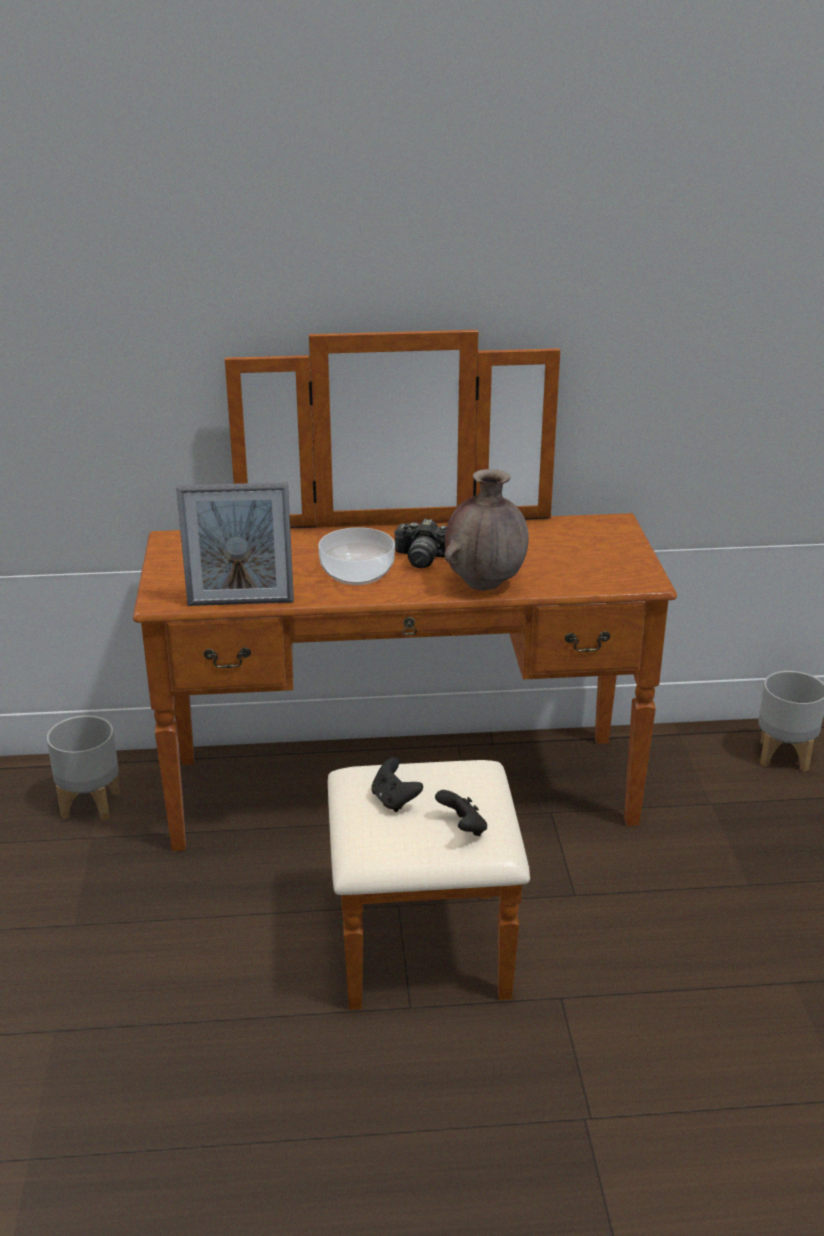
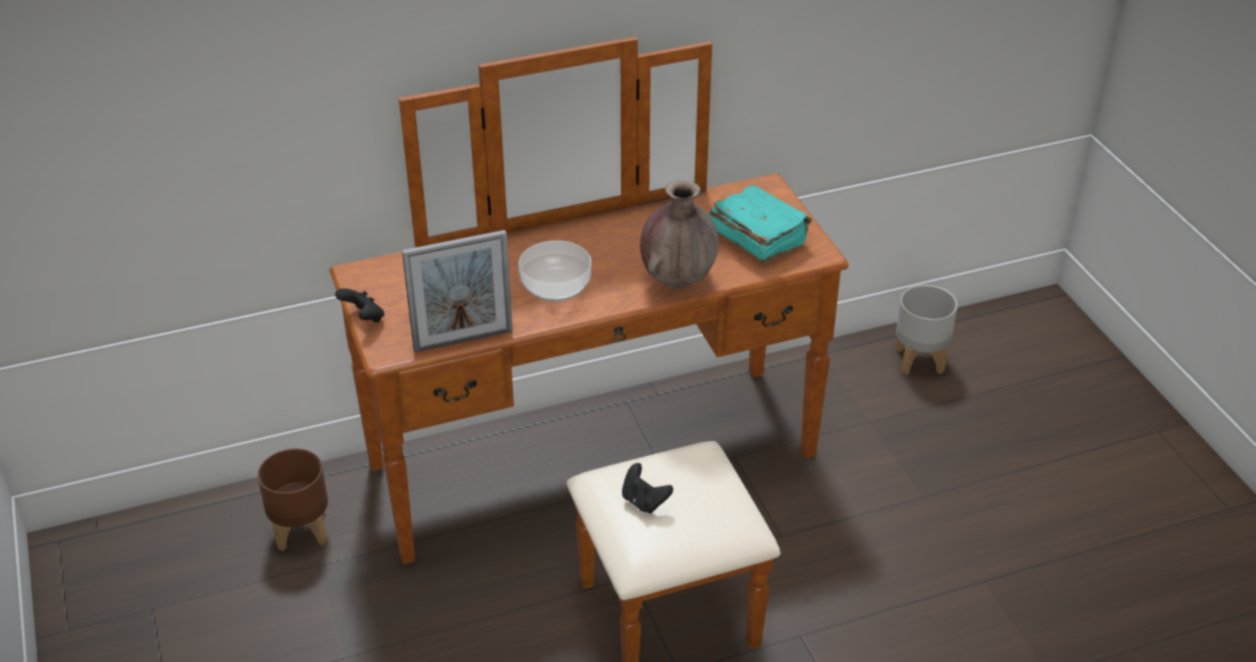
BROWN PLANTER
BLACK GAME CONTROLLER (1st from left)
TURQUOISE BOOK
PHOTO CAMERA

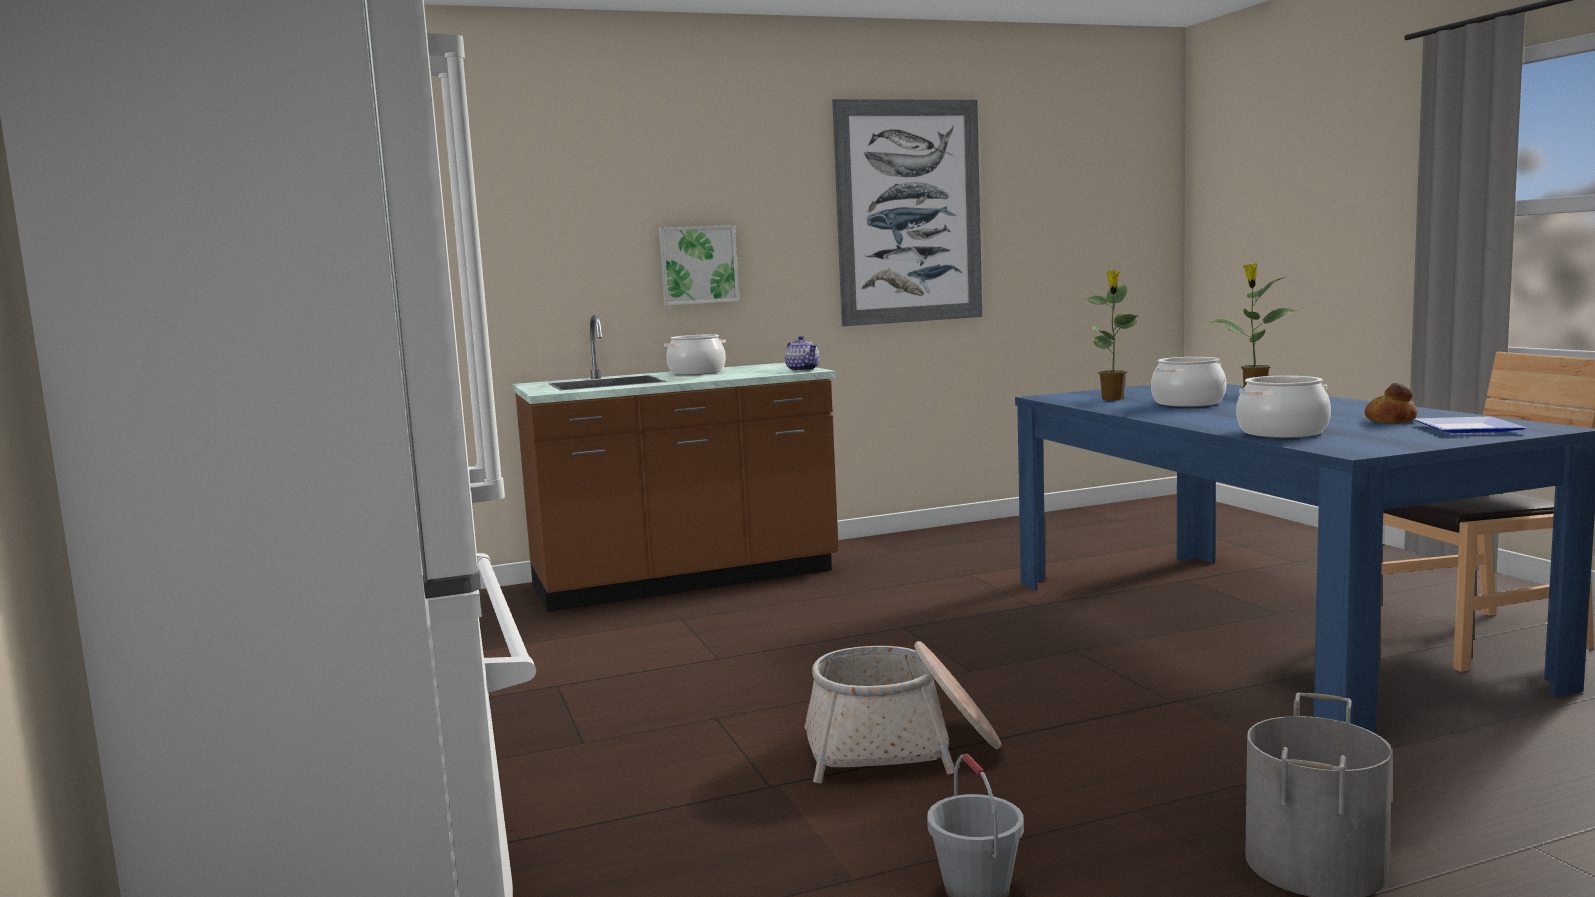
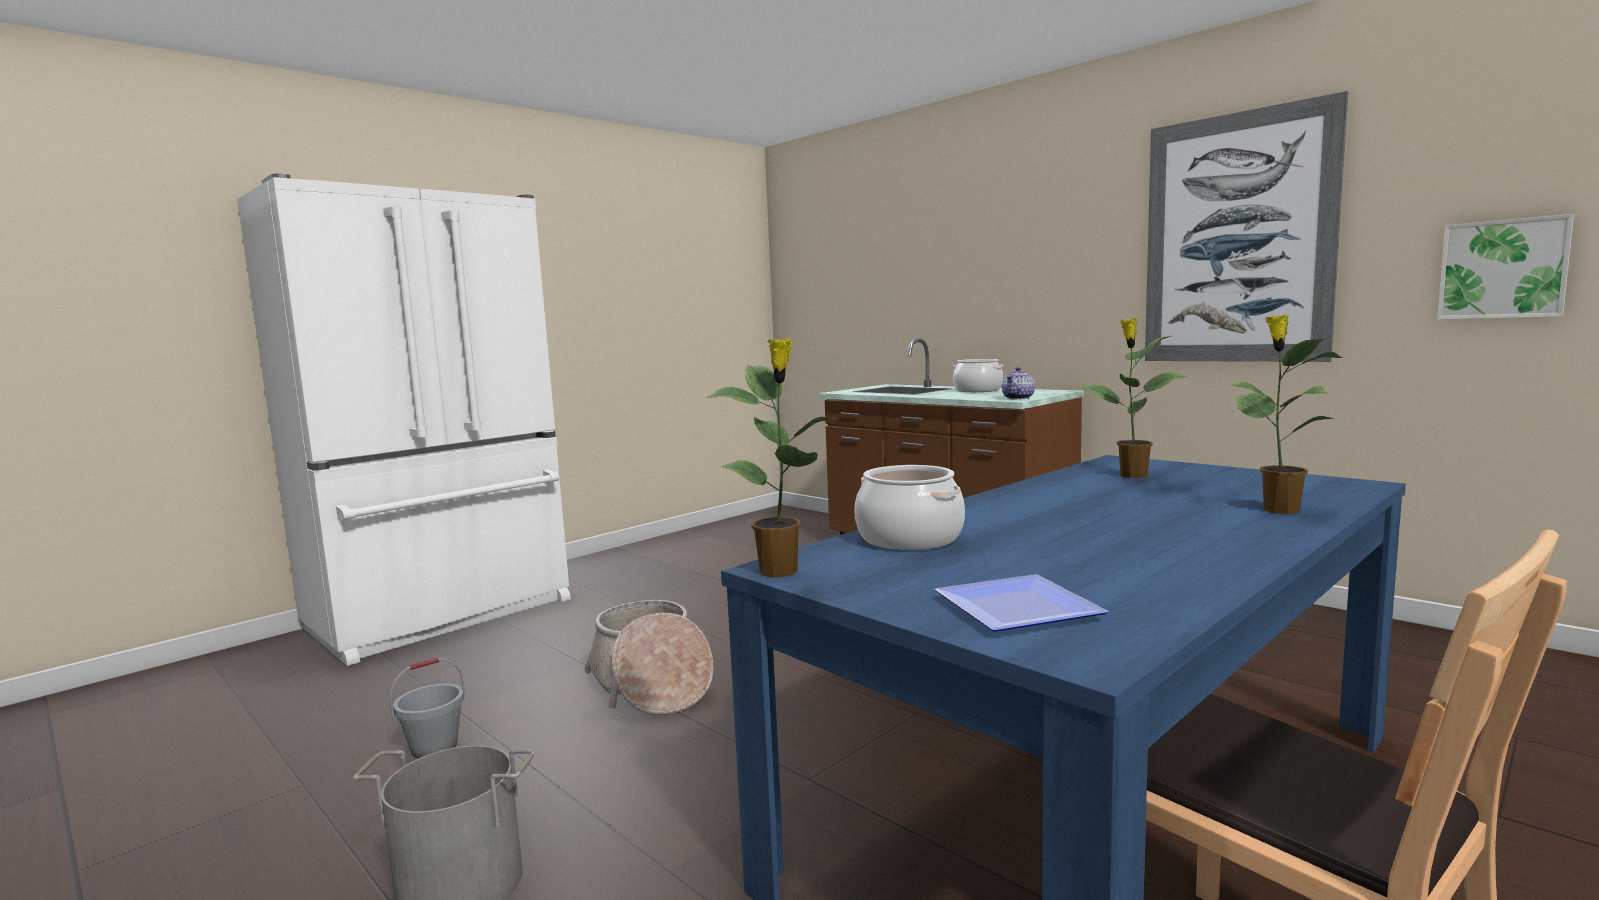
POTTED PLANT (1st from left)
PICTURE (2nd from left)
COOKING POT (2nd from left in the first image)
BREAD

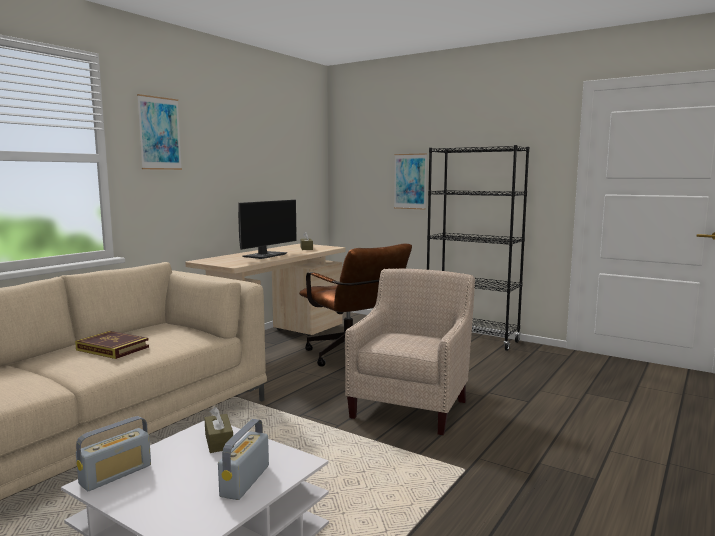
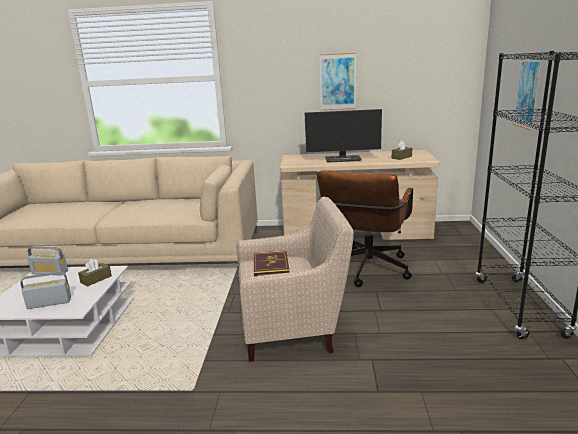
BOOK
PICTURE (1st from left)

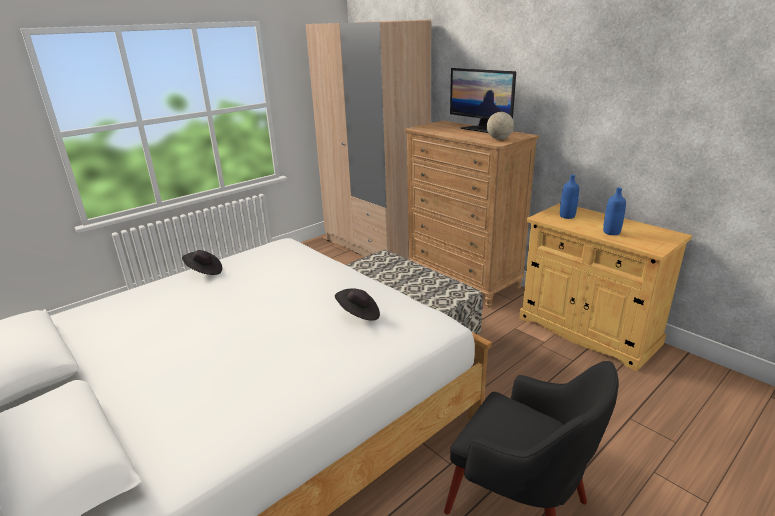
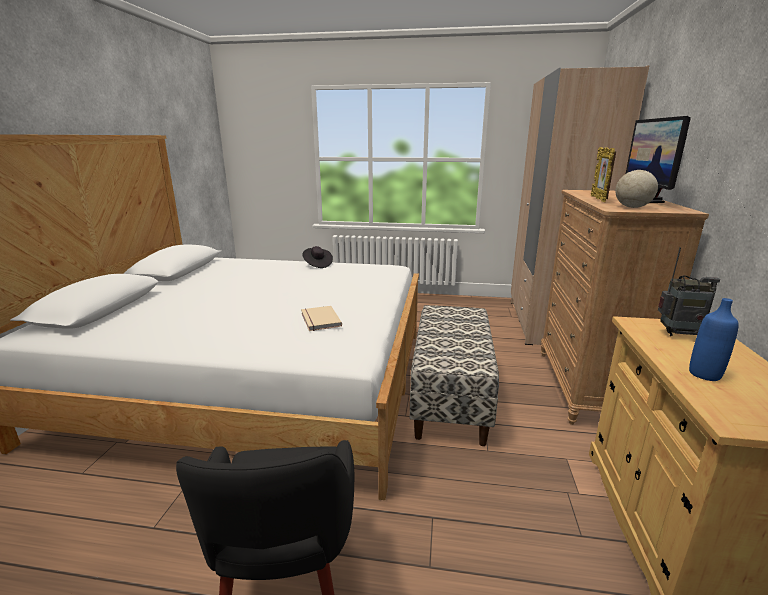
BEIGE BOOK
PICTURE FRAME
RADIO

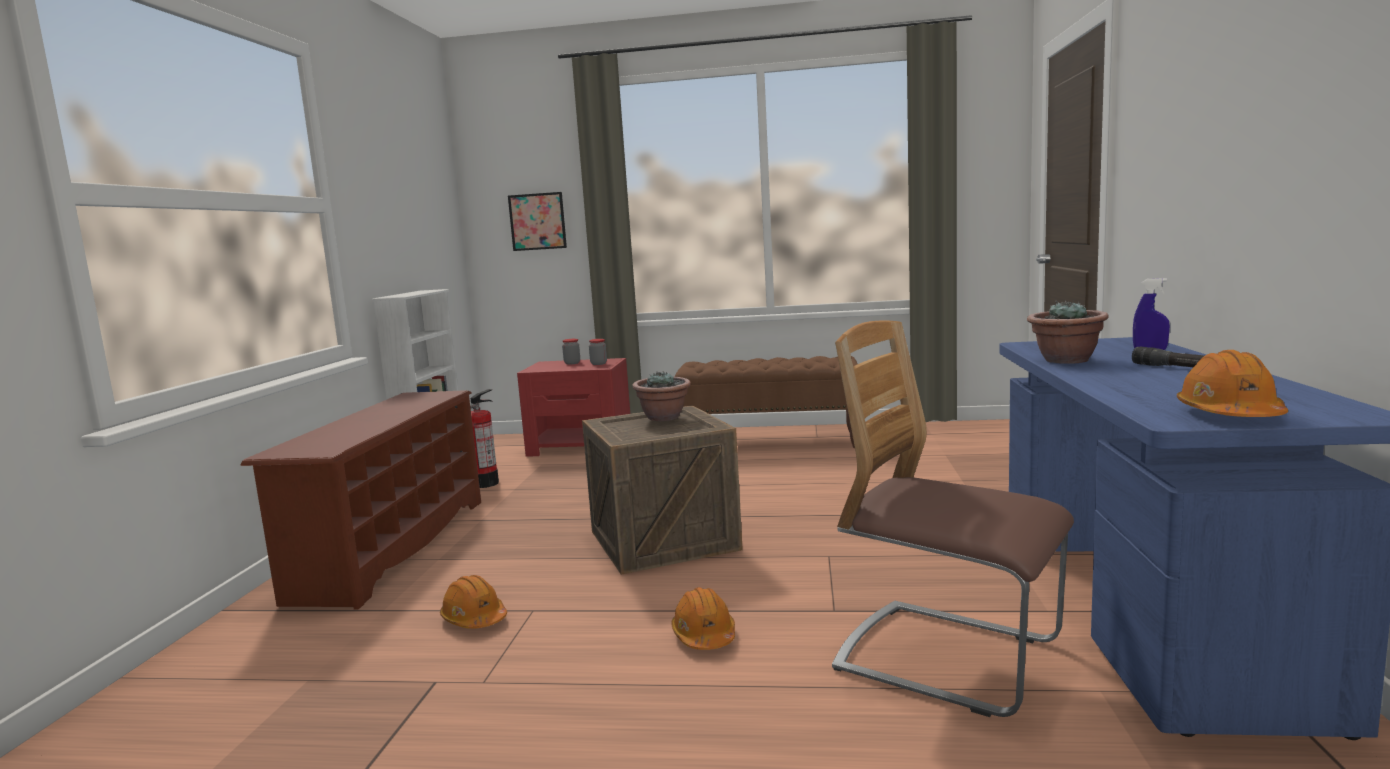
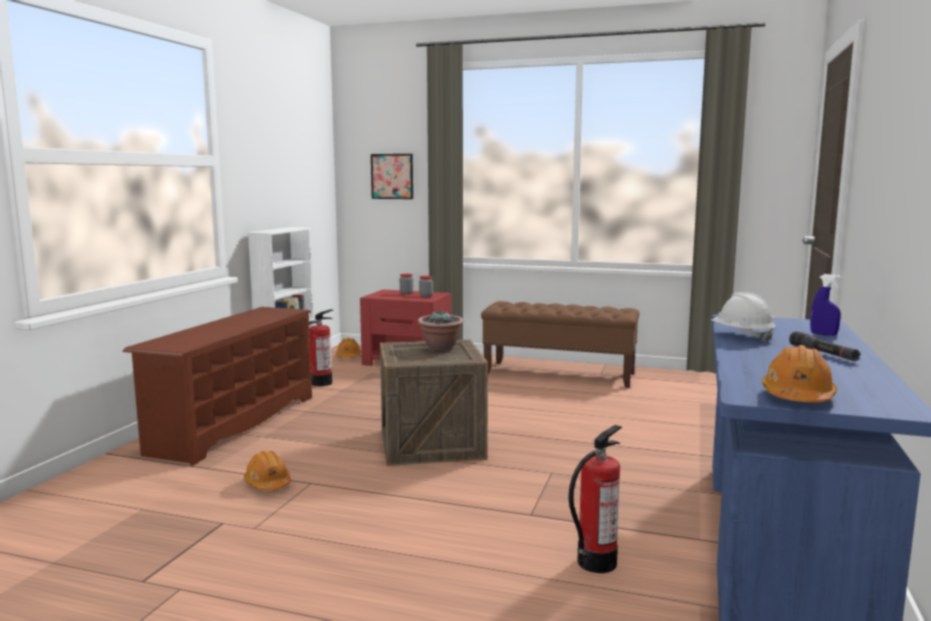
ORANGE HARD HAT (2nd from left)
FIRE EXTINGUISHER (2nd from left)
WHITE HARD HAT

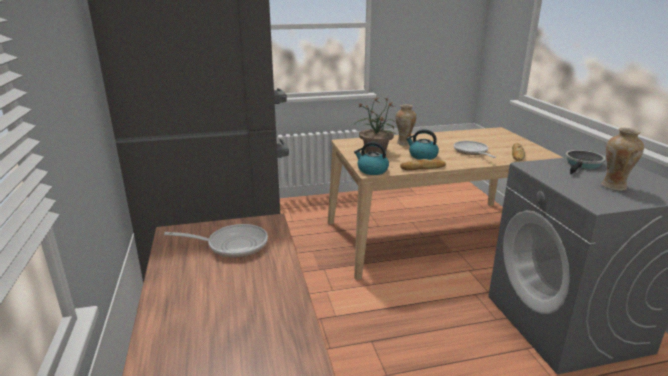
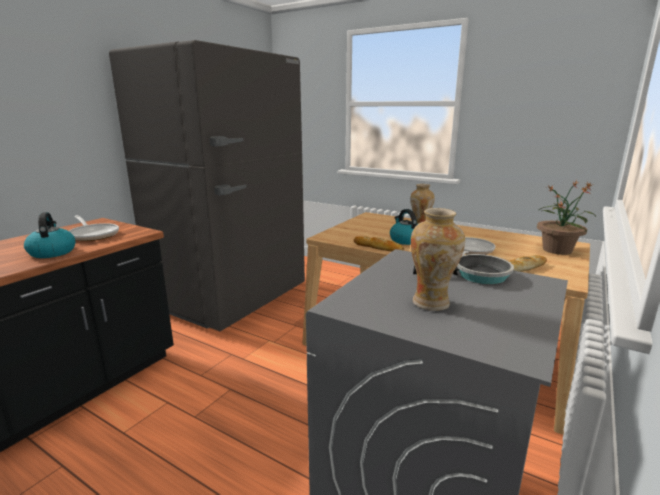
KETTLE (1st from left)
POTTED PLANT

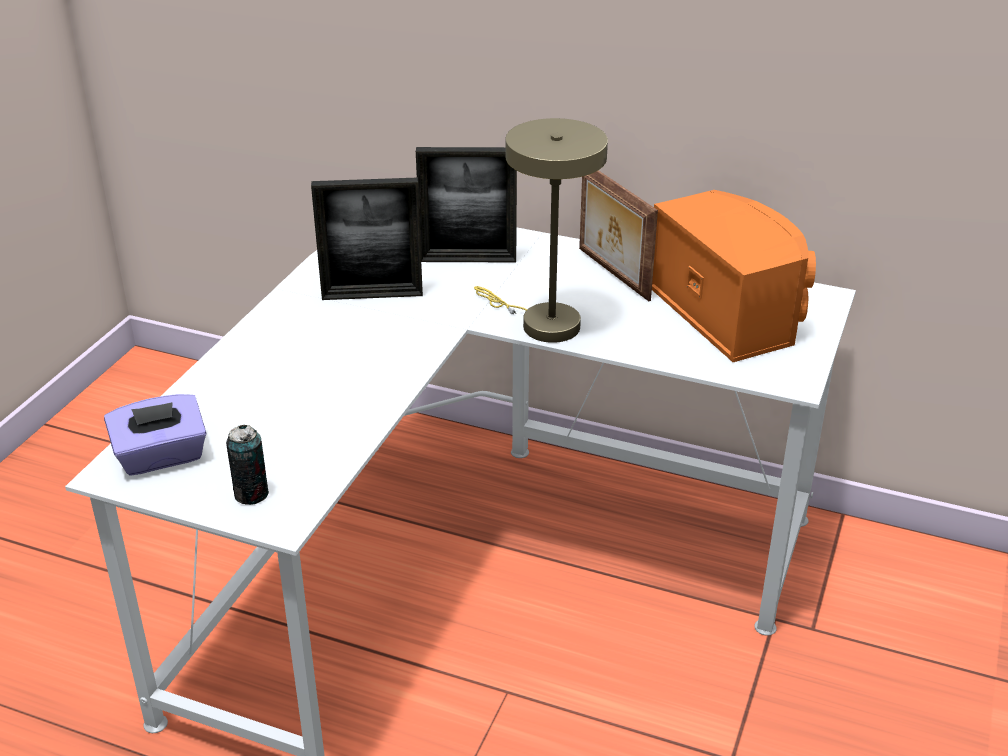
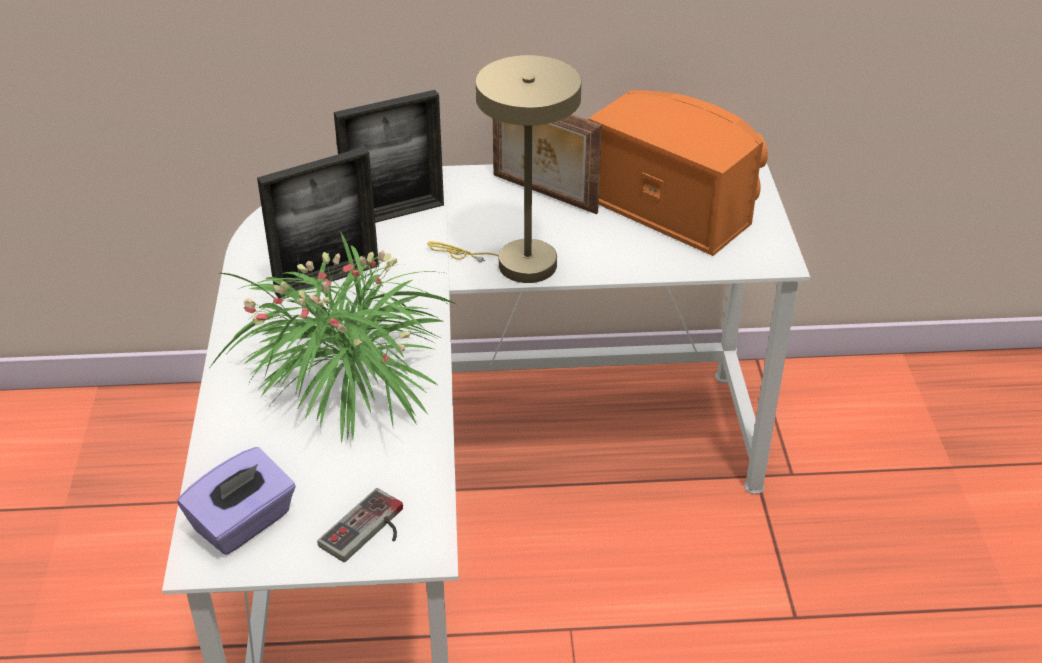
POTTED PLANT
GAME CONTROLLER

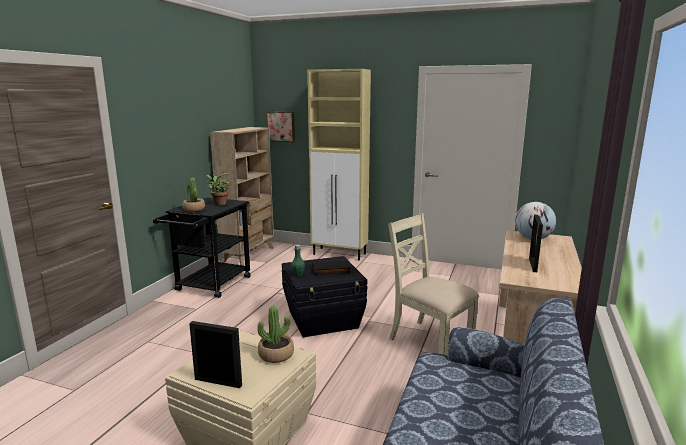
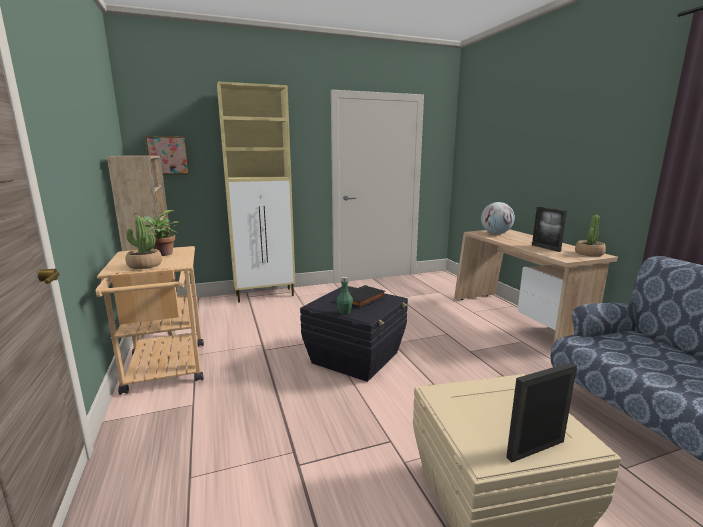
BEIGE CART
POTTED PLANT (3rd from left)
BEIGE CHAIR

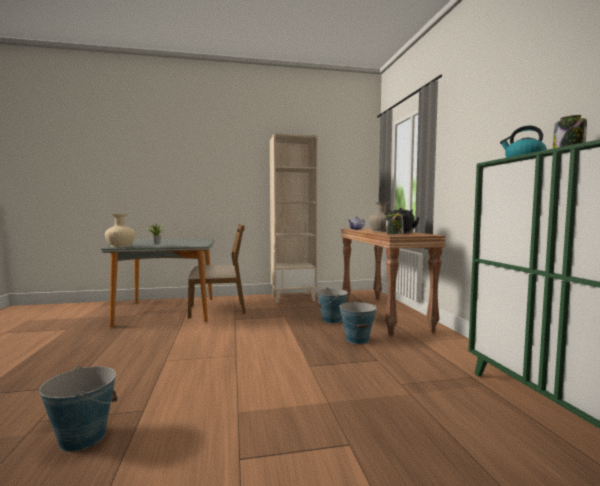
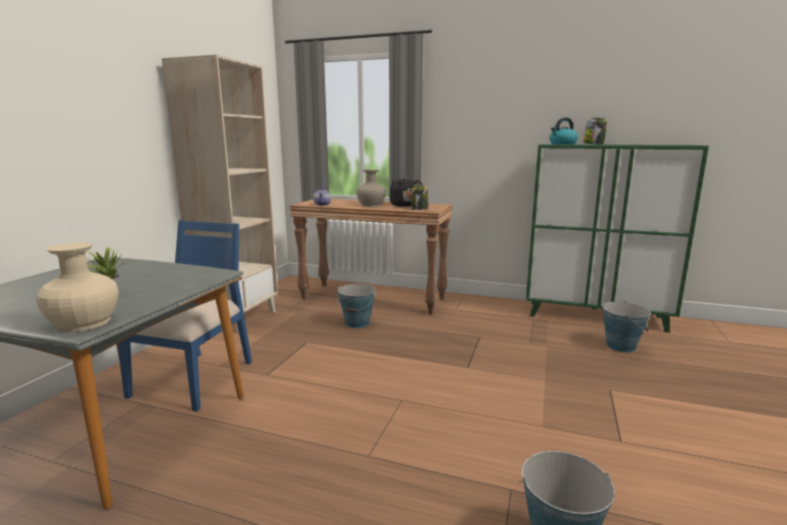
BLUE CHAIR
BUCKET (3rd from left)

